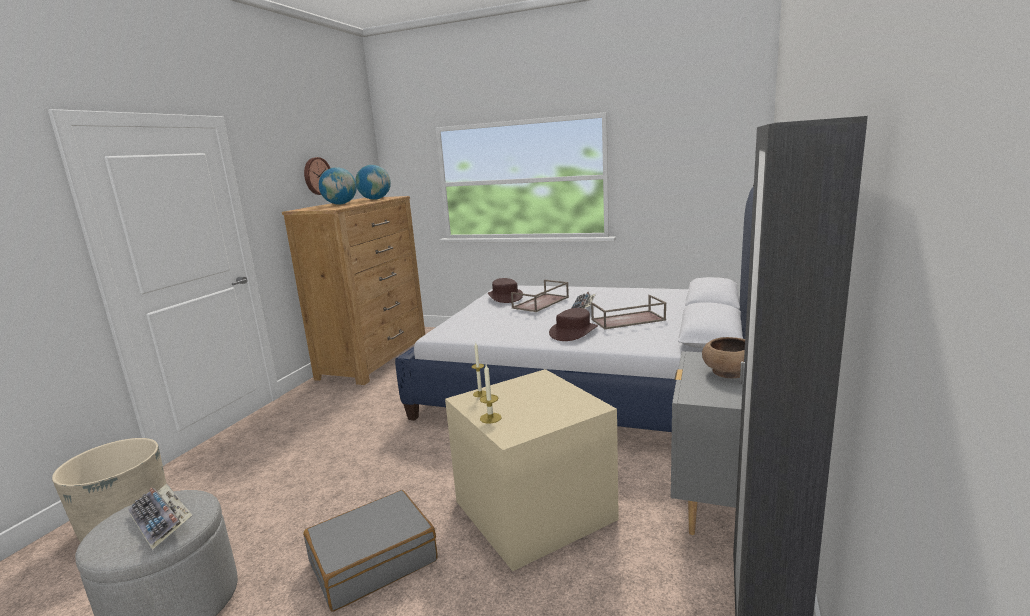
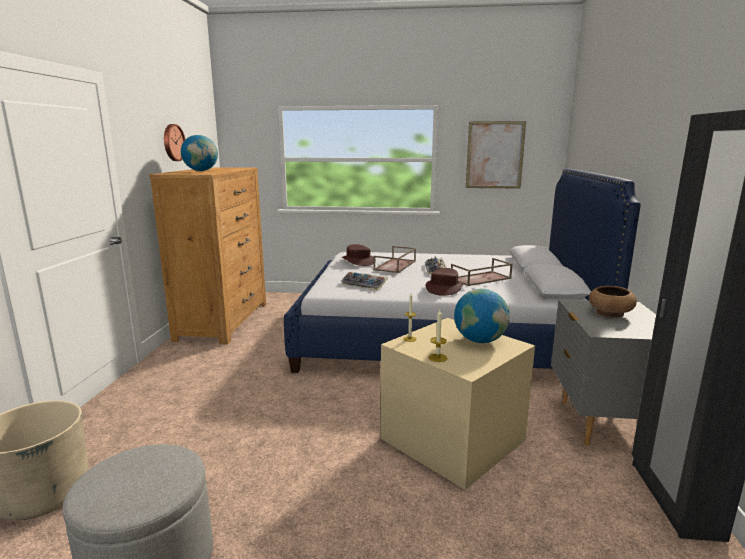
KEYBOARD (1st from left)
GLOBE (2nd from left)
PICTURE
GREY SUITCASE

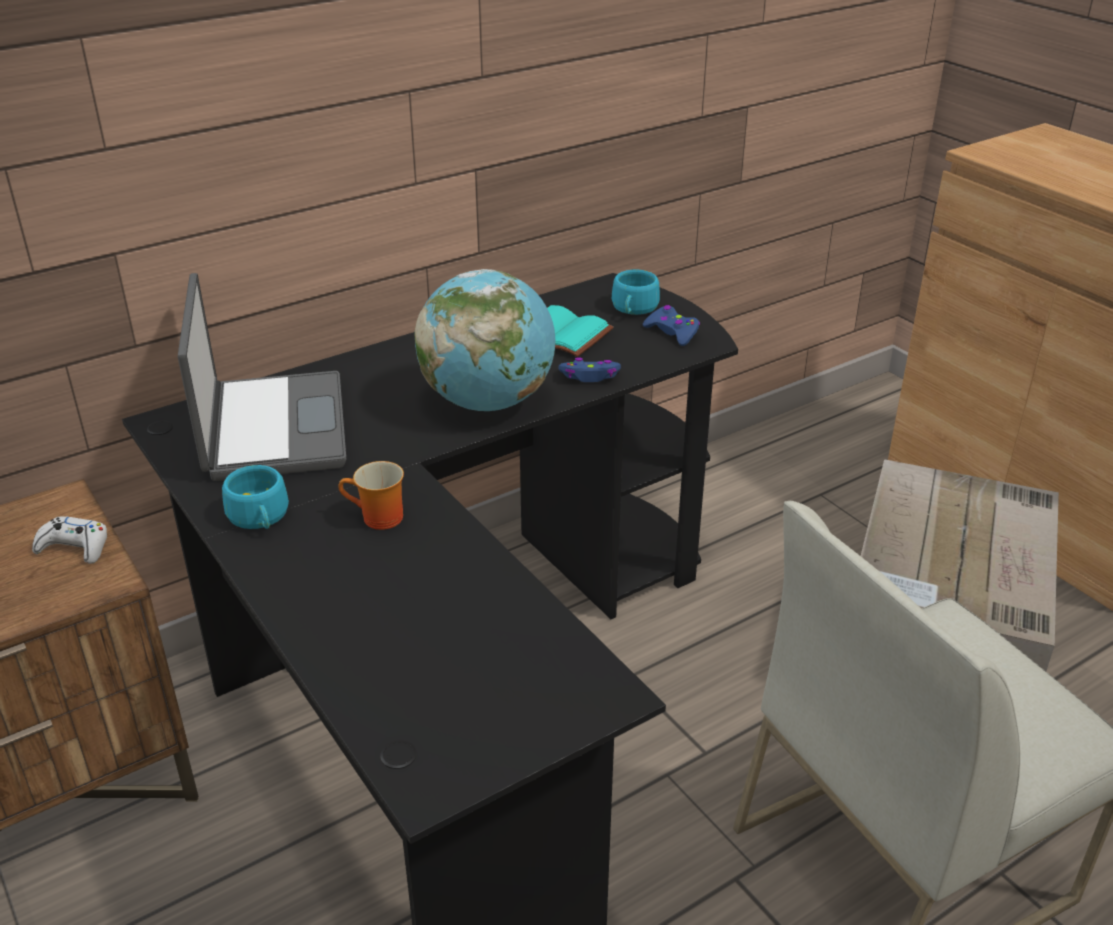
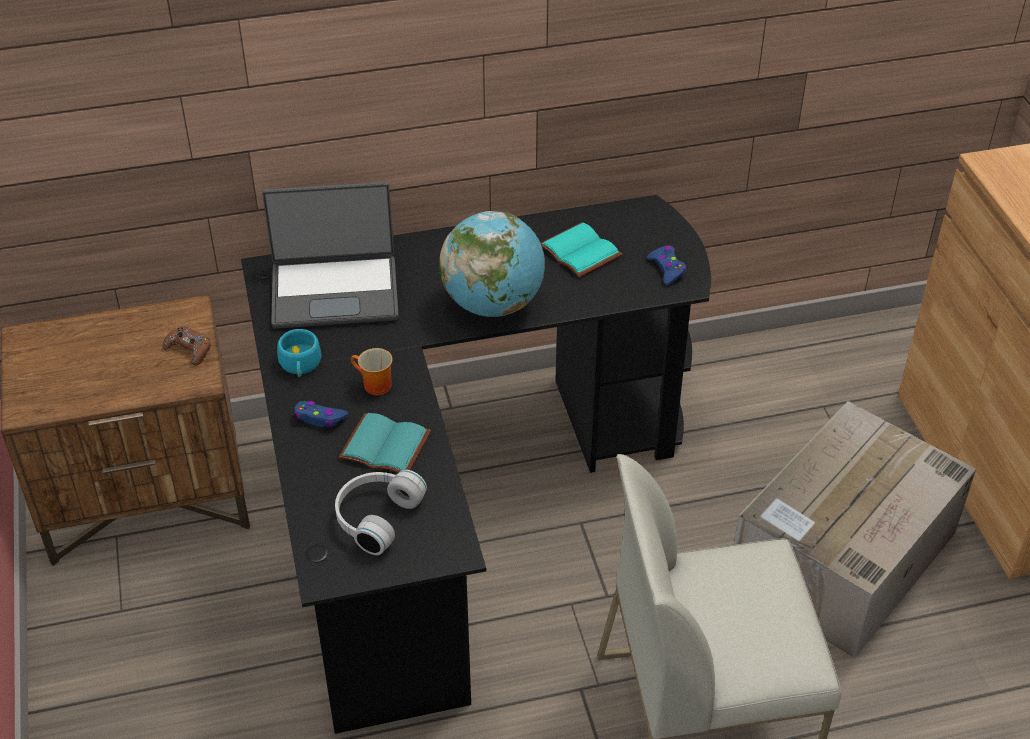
BROWN GAME CONTROLLER
LAPTOP
BLUE GAME CONTROLLER (1st from left)
WHITE HEADPHONES
TURQUOISE BOOK (1st from left)
TURQUOISE CUP (2nd from left in the first image)

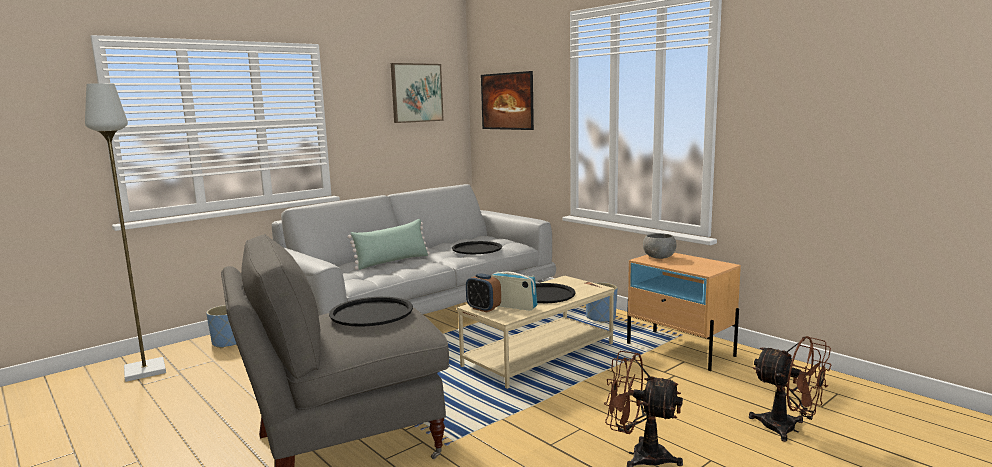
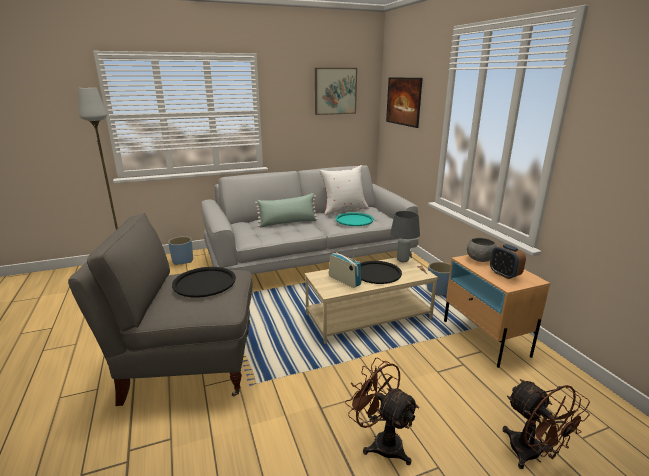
WHITE PILLOW
TURQUOISE TRAY
GREY TABLE LAMP
ALARM CLOCK

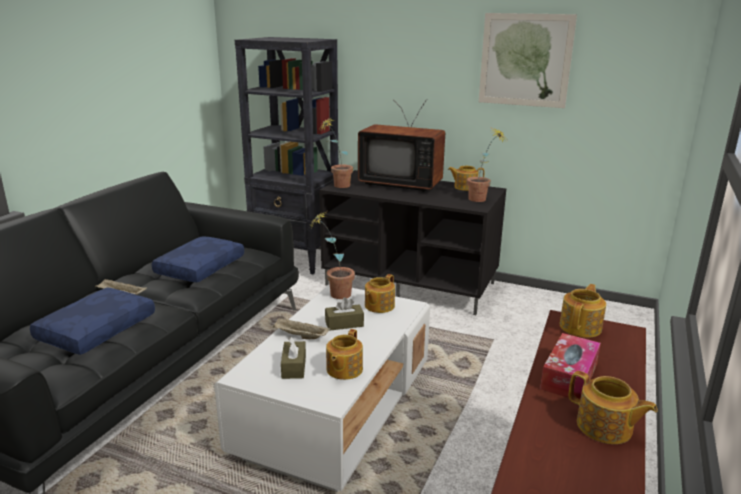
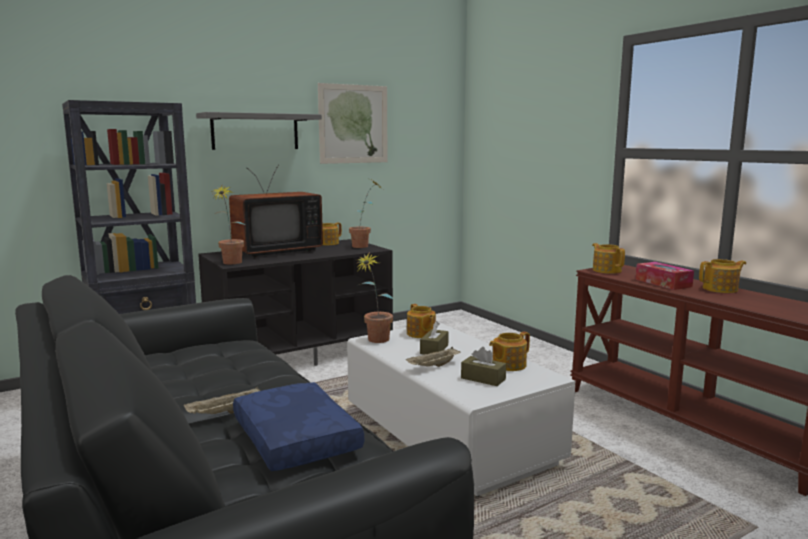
GREY SHELF
TEAPOT (3rd from left)
BLUE PILLOW (2nd from left in the first image)

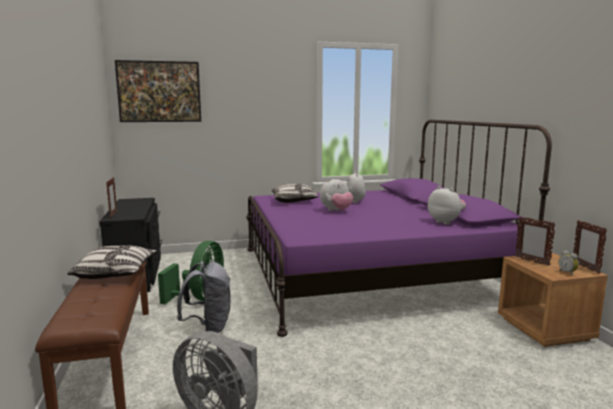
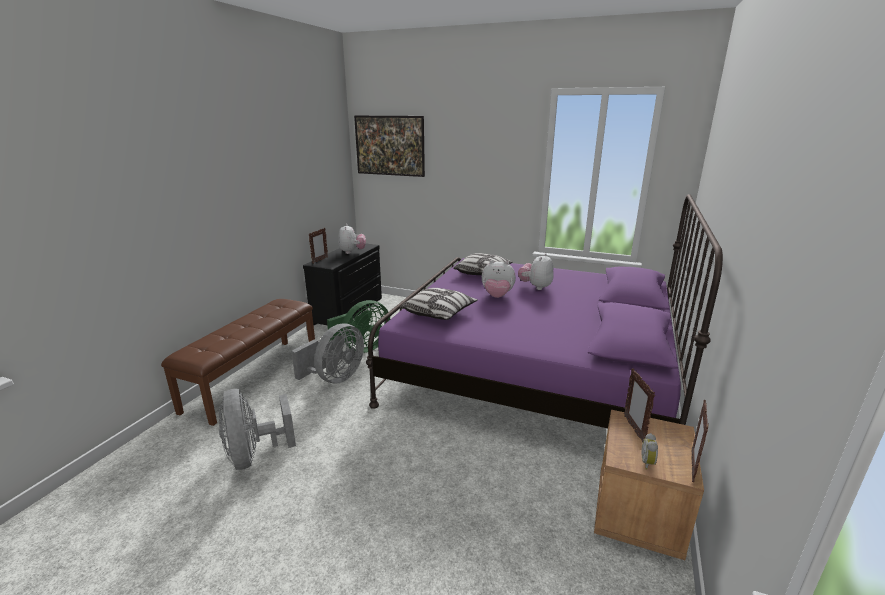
GREY FAN (2nd from left)
PLUSH TOY (1st from left)
PILLOW (1st from left)

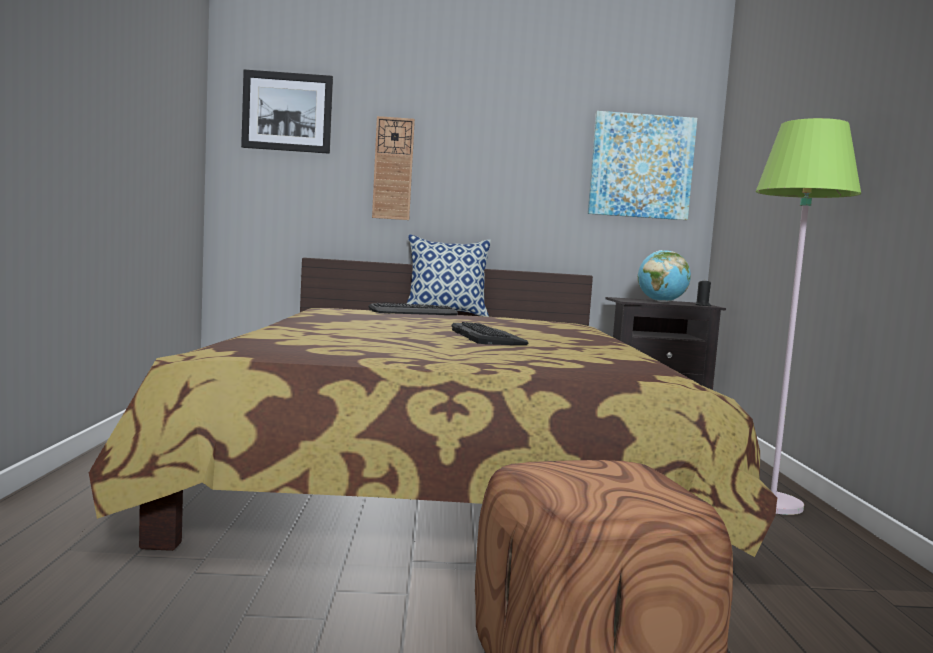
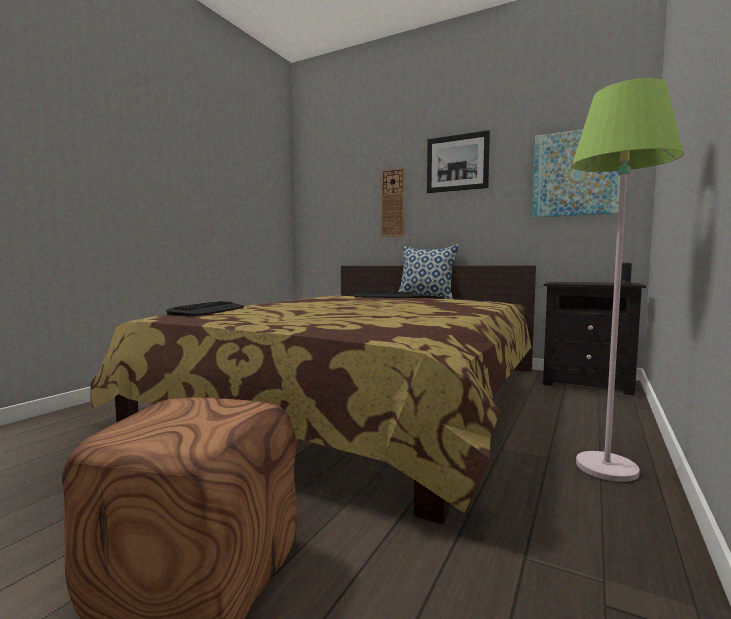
KEYBOARD (1st from left)
PICTURE (1st from left)
GLOBE

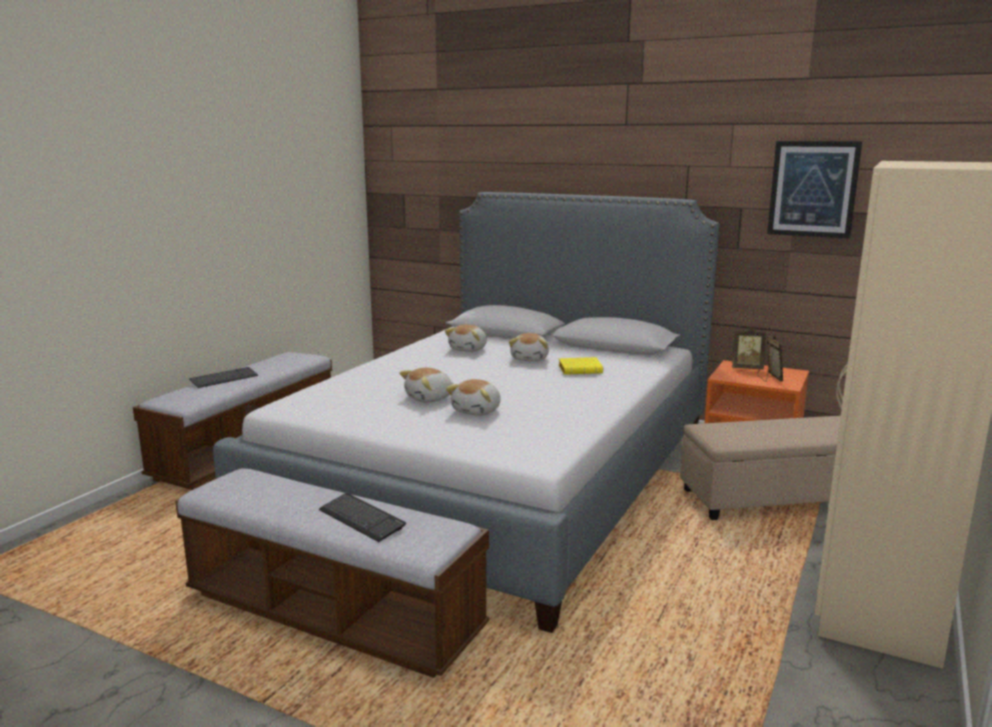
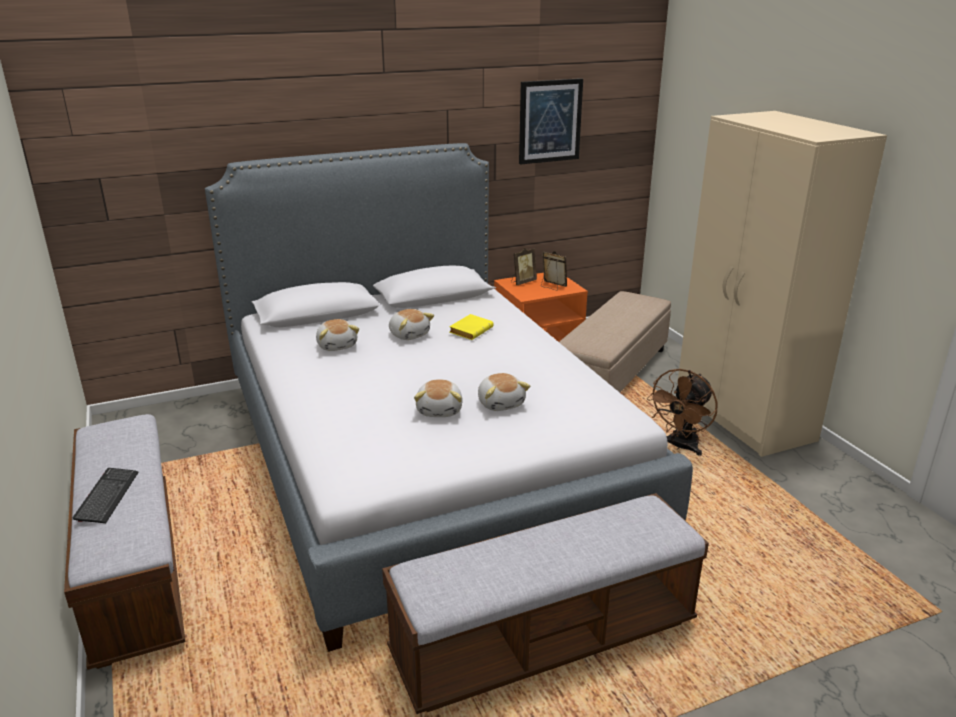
BROWN FAN
KEYBOARD (2nd from left in the first image)

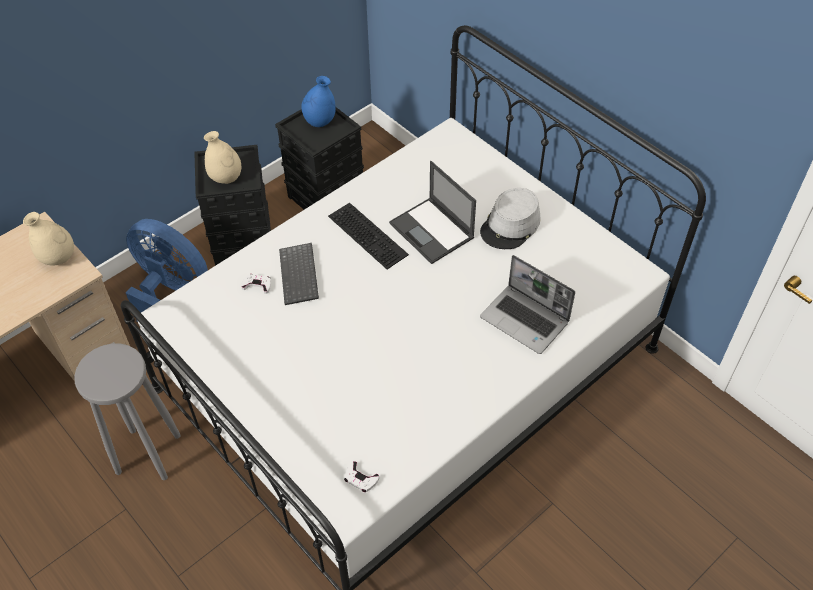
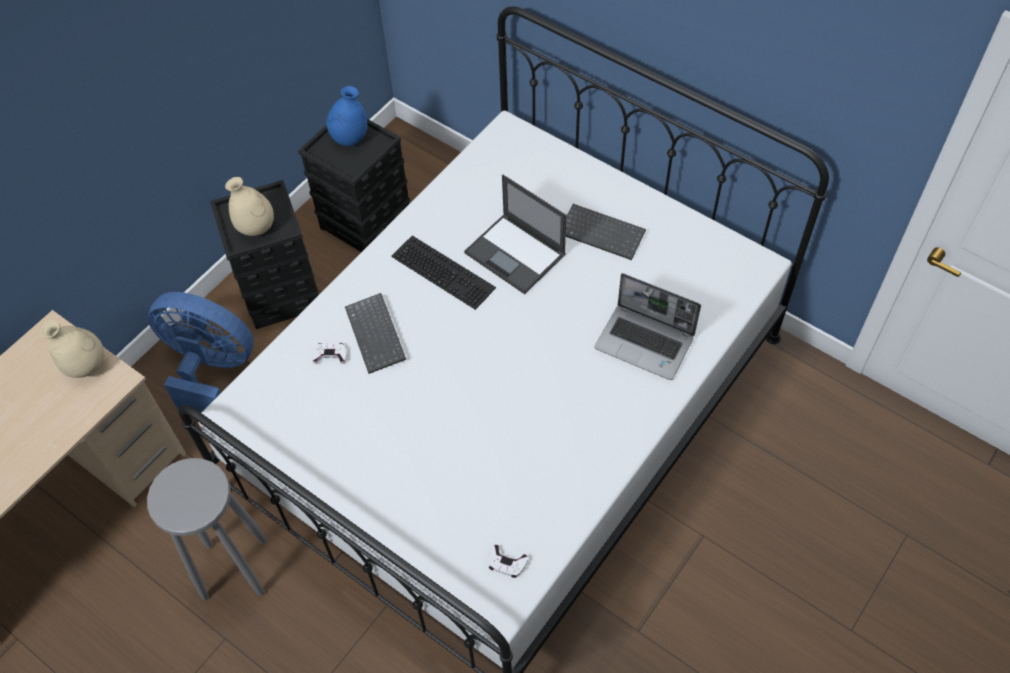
KEYBOARD (3rd from left)

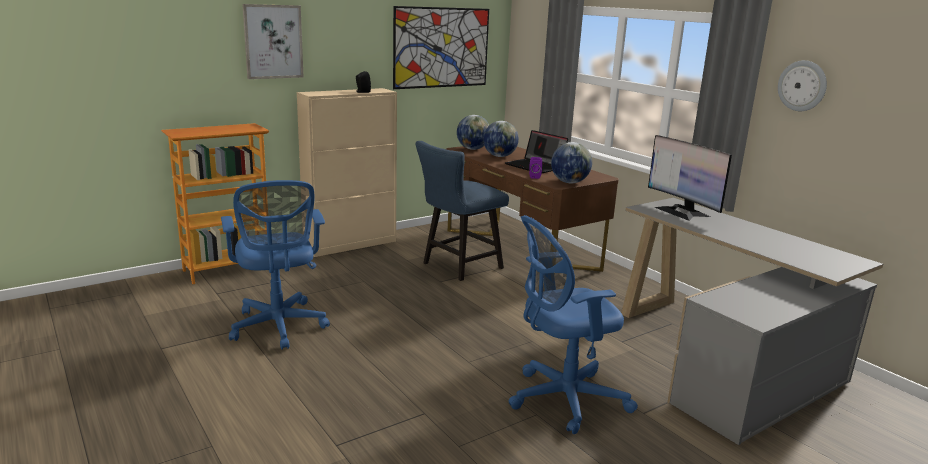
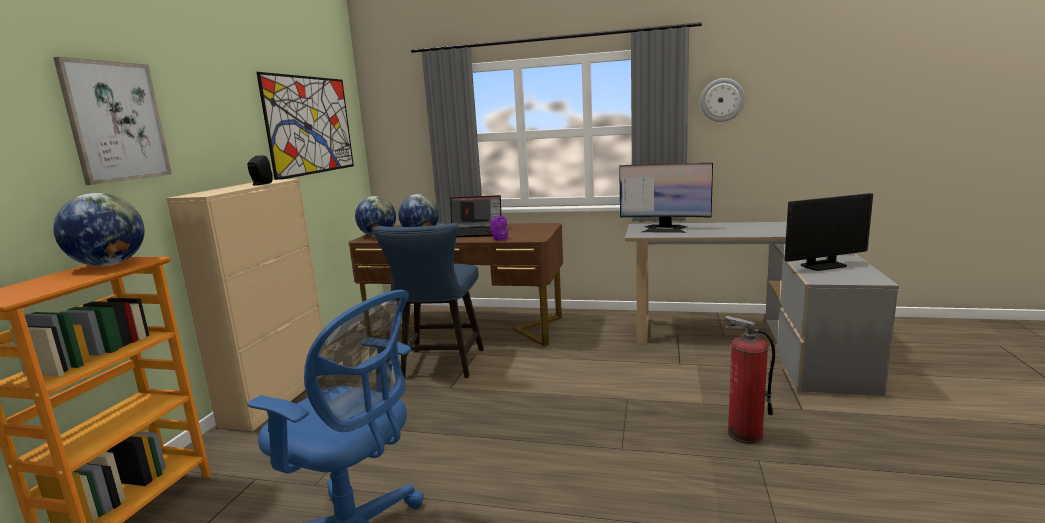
GLOBE (1st from left)
FIRE EXTINGUISHER
MONITOR (2nd from left)

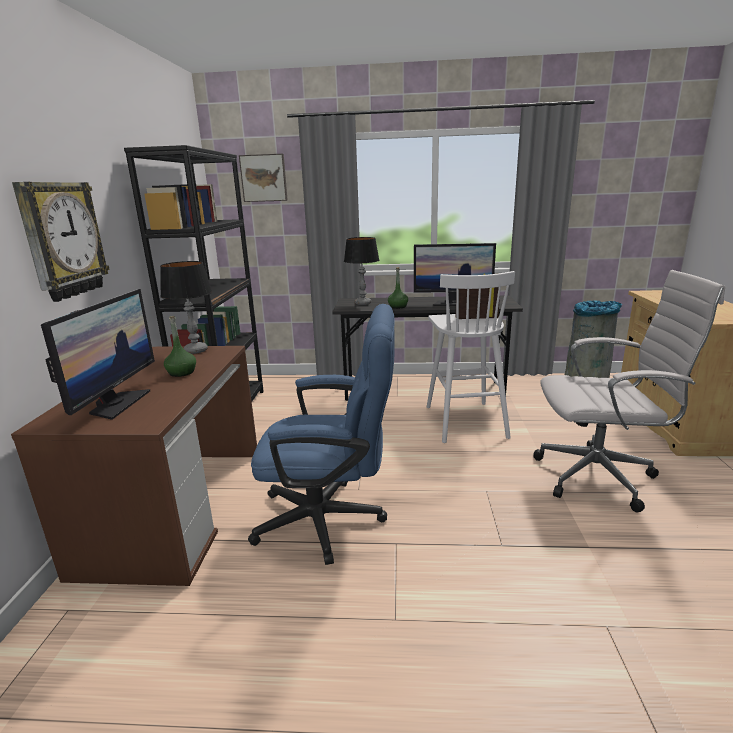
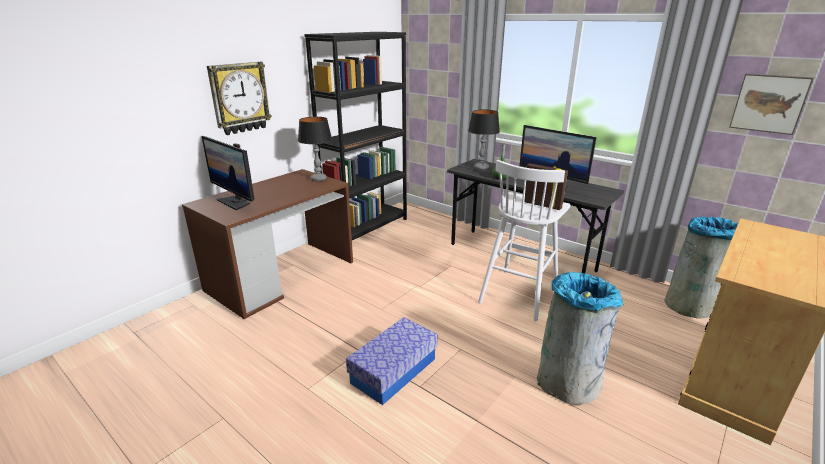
MONITOR (1st from left)
STORAGE BOX
GREY TRASH CAN (1st from left)
PICTURE
GREEN BOTTLE (1st from left in the first image)
BLUE OFFICE CHAIR

